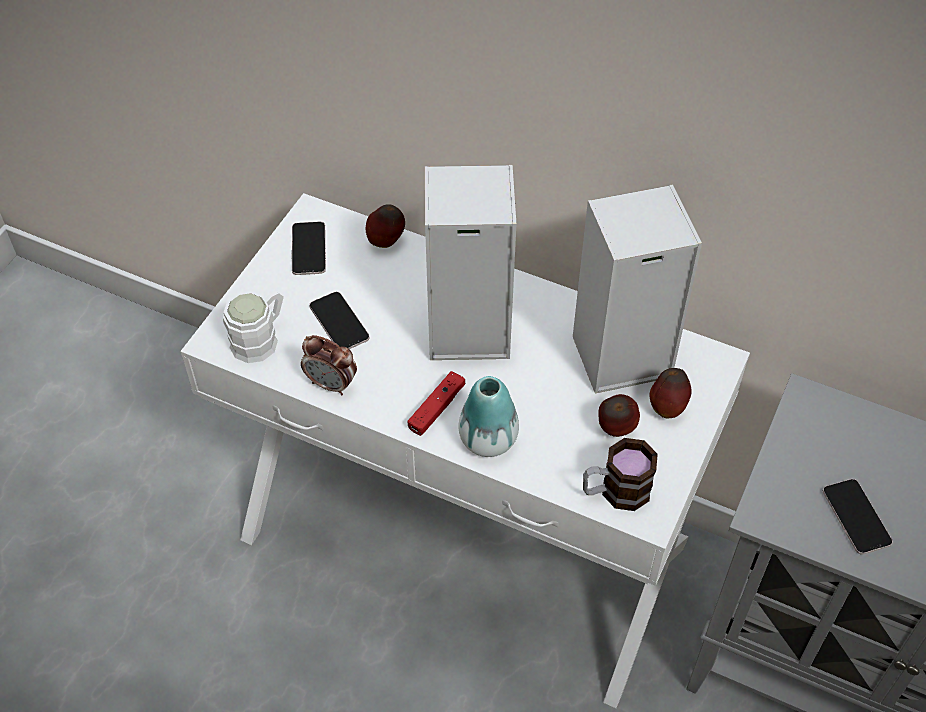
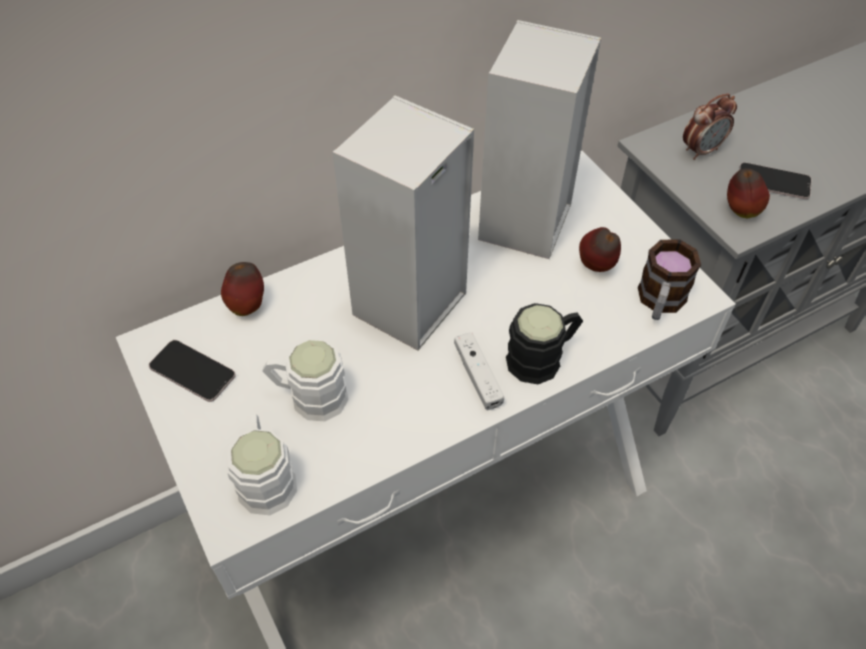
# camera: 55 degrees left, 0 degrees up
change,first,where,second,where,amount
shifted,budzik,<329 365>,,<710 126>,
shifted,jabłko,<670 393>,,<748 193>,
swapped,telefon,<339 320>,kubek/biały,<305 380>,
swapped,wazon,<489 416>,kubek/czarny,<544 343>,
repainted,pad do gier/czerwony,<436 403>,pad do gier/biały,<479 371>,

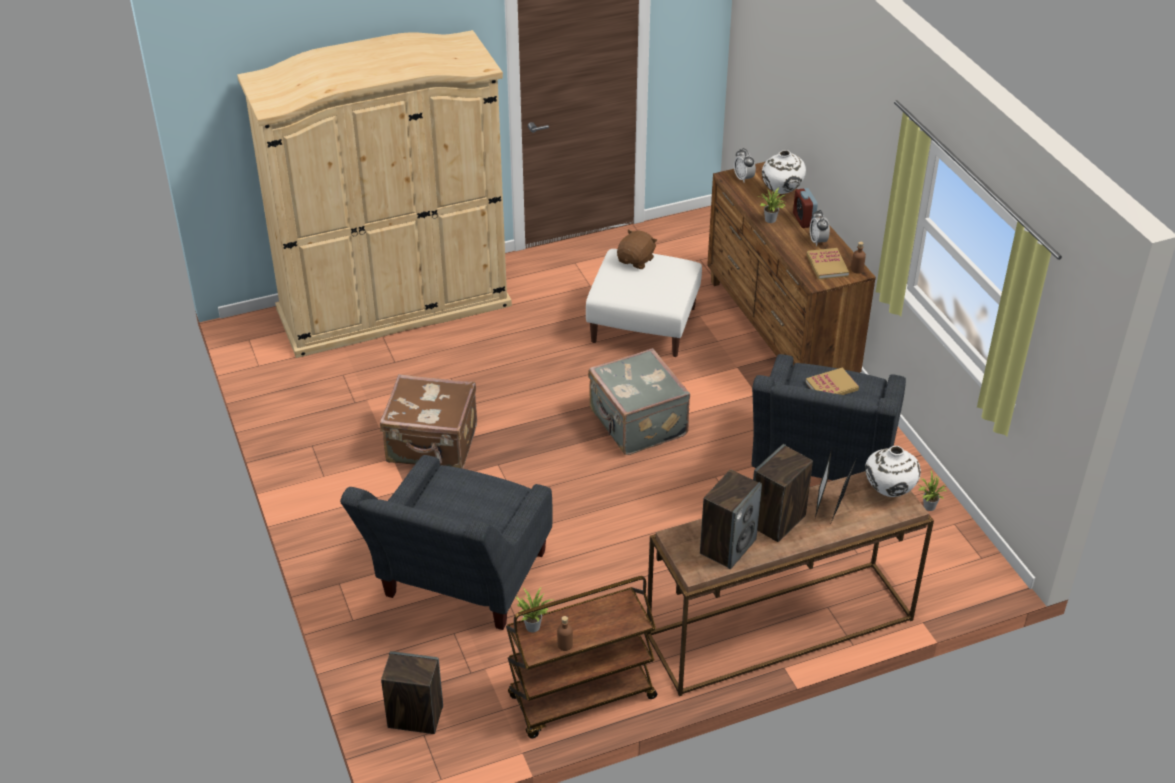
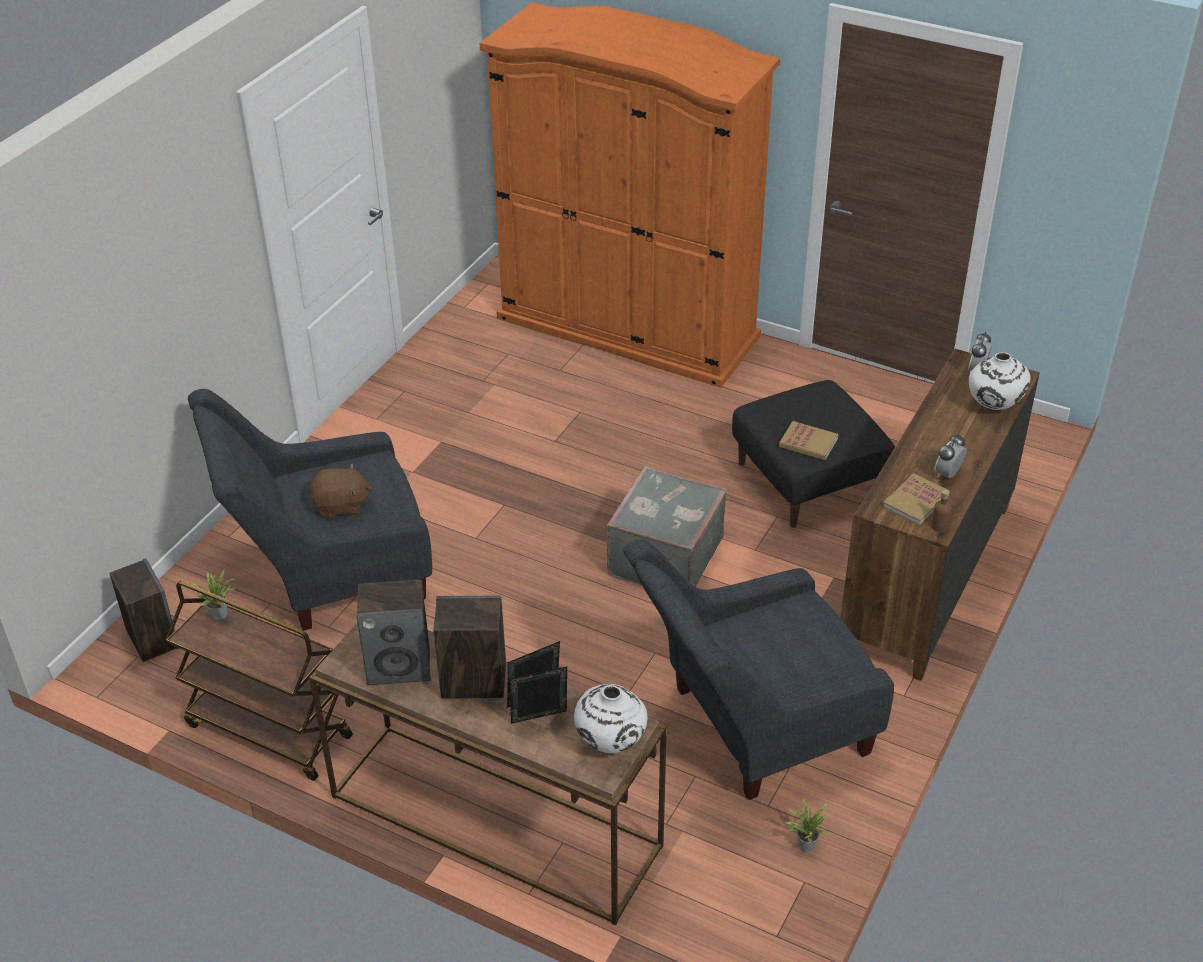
# camera: 50 degrees right, 0 degrees up
change,first,where,second,where,amount
gone,walizka/brązowy,<428 421>,,,
gone,butelka/brązowy,<565 633>,,,
gone,roślina doniczkowa,<772 205>,,,
gone,budzik,<805 208>,,,
shifted,pluszak/brązowy,<637 249>,,<341 491>,
shifted,książka,<832 381>,,<808 440>,
repainted,szafa/beżowy,<374 194>,szafa/pomarańczowy,<630 195>,
repainted,pufa/biały,<644 303>,pufa/czarny,<813 454>,

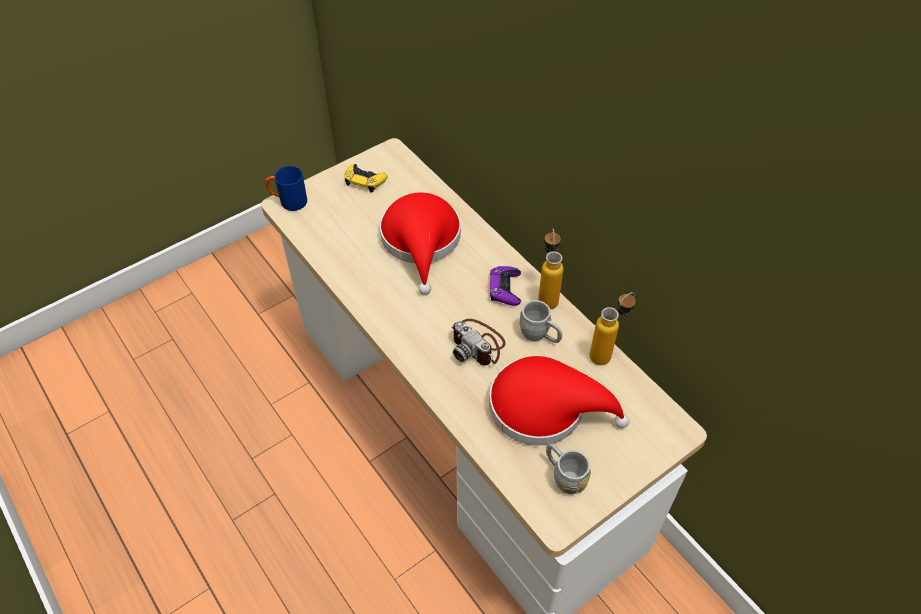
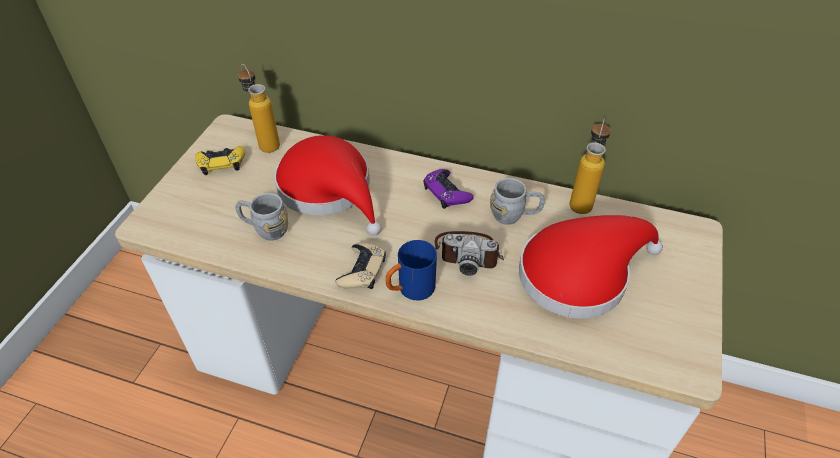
# camera: 35 degrees left, 5 degrees down
change,first,where,second,where,amount
new,,,pad do gier/beżowy,<360 265>,
shifted,kubek/niebieski,<286 188>,,<411 270>,
shifted,butelka,<551 269>,,<259 108>,
shifted,kubek/szary,<568 469>,,<261 217>,

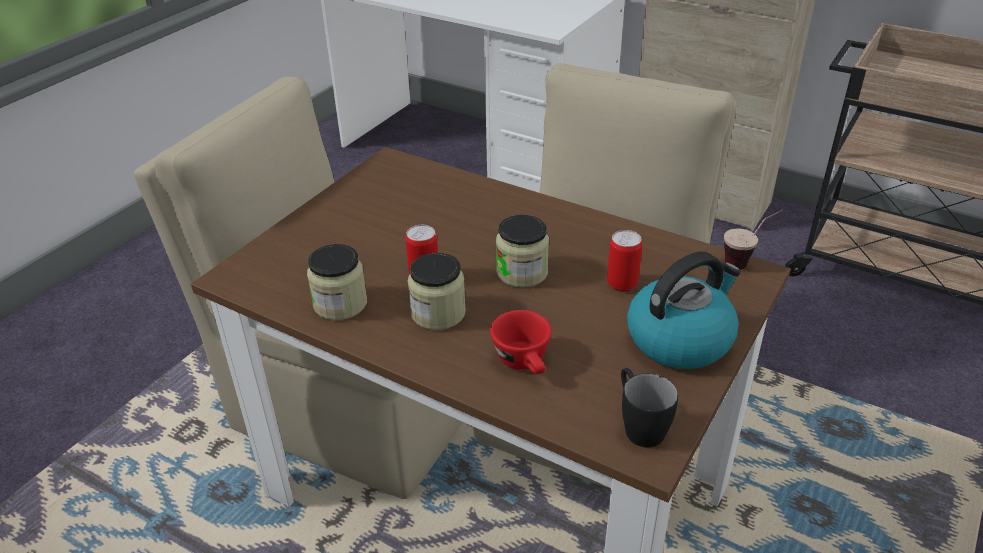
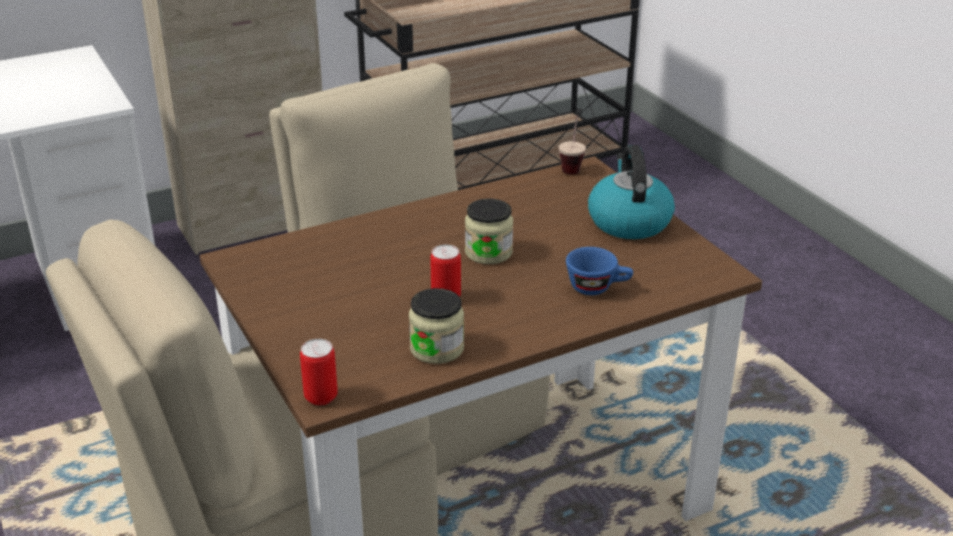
# camera: 60 degrees left, 5 degrees down
change,first,where,second,where,amount
gone,słoik,<437 291>,,,
gone,kubek/czarny,<649 407>,,,
shifted,puszka,<624 261>,,<319 372>,
repainted,filiżanka/czerwony,<521 342>,filiżanka/niebieski,<599 271>,

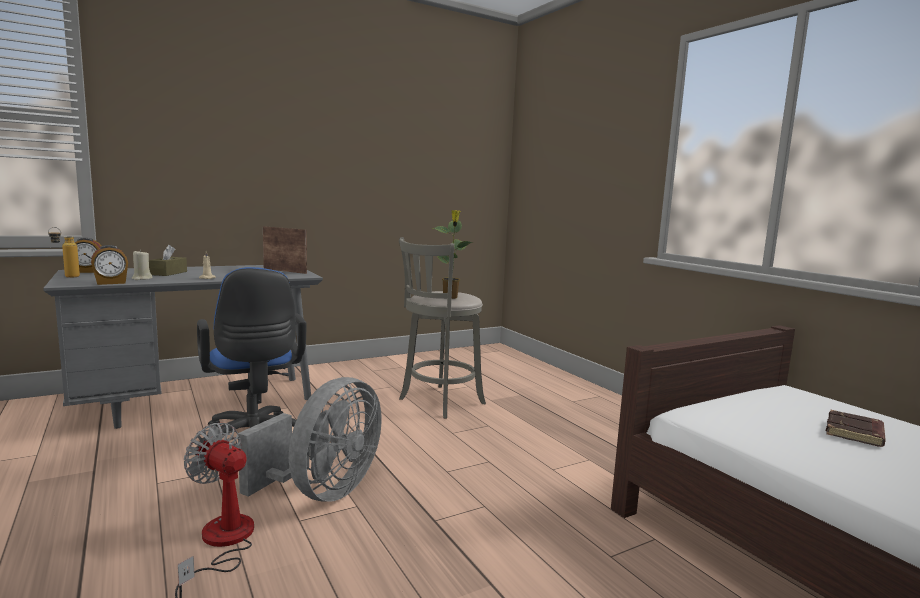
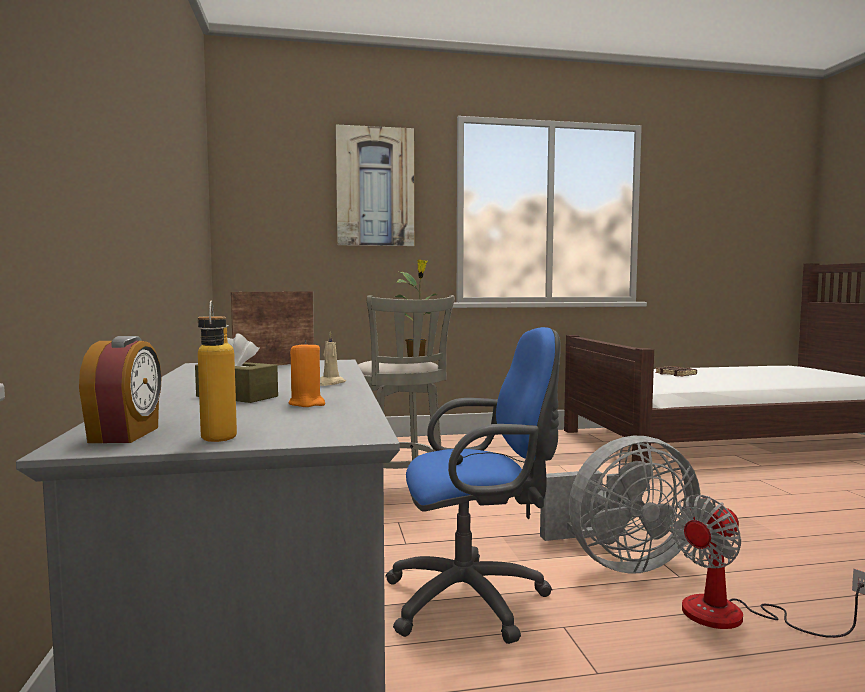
# camera: 70 degrees left, 5 degrees down
change,first,where,second,where,amount
gone,budzik,<109 265>,,,
new,,,obraz,<375 185>,
repainted,świeca/beżowy,<142 265>,świeca/pomarańczowy,<307 373>,
rotated,wentylator/szary,<310 439>,,<620 505>,120 degrees clockwise

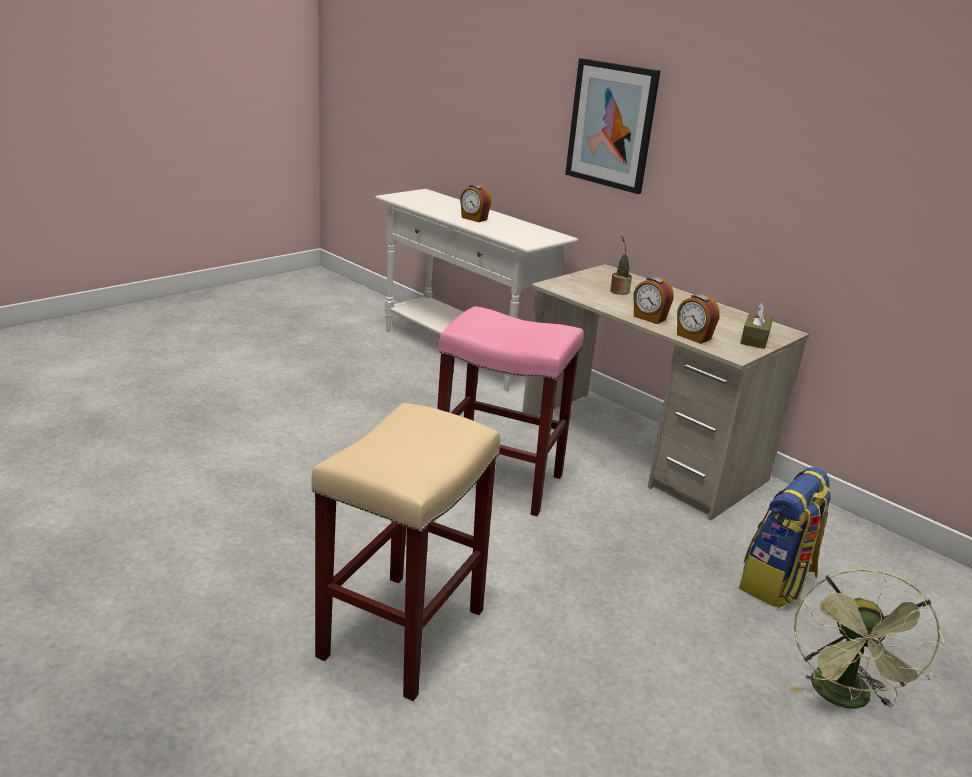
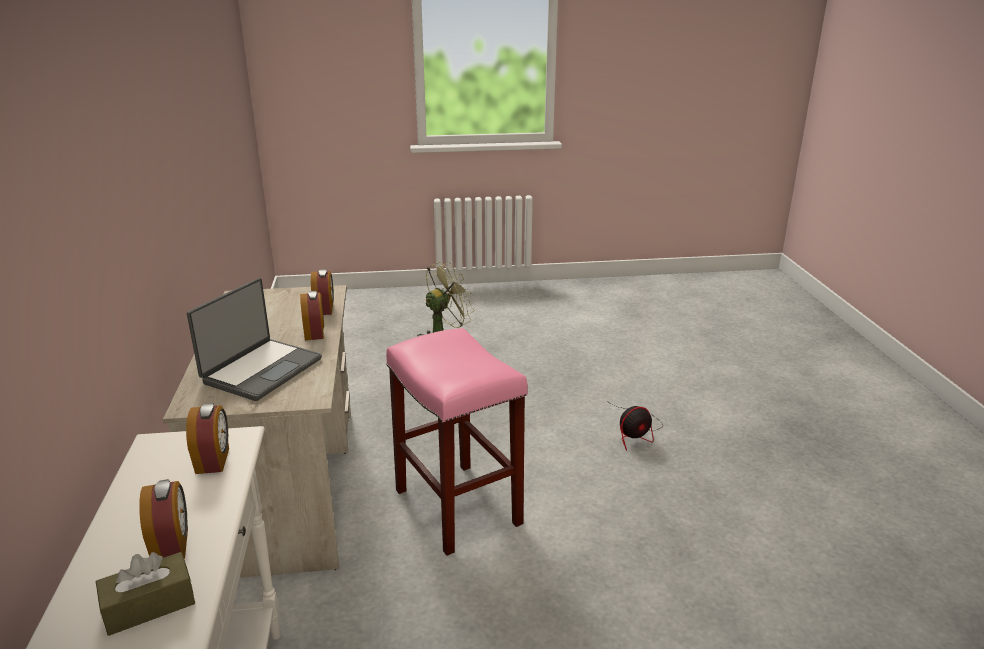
# camera: 140 degrees left, 0 degrees up
change,first,where,second,where,amount
gone,obraz,<613 126>,,,
gone,plecak,<785 537>,,,
new,,,budzik,<207 438>,
shifted,pudełko chusteczek/brązowy,<756 326>,,<145 594>,
swapped,stołek/beżowy,<405 552>,wentylator,<634 425>,
swapped,roślina doniczkowa,<621 265>,laptop,<254 339>,

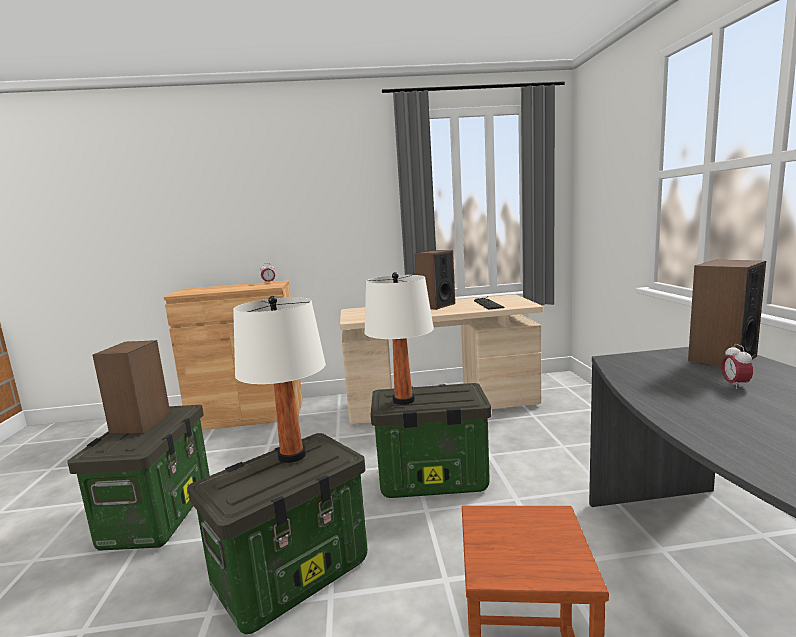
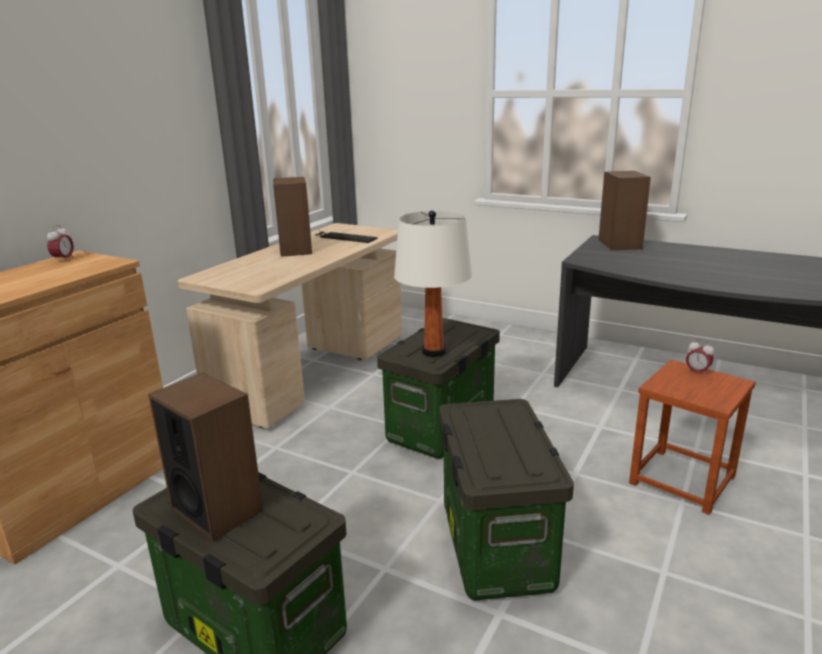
# camera: 55 degrees left, 10 degrees up
change,first,where,second,where,amount
gone,lampa stołowa/biały,<279 379>,,,
shifted,budzik,<737 366>,,<700 358>,

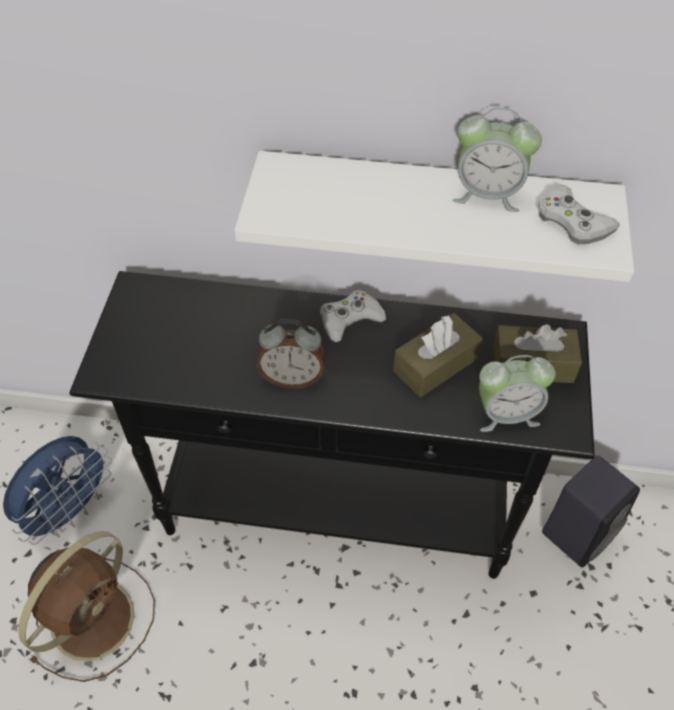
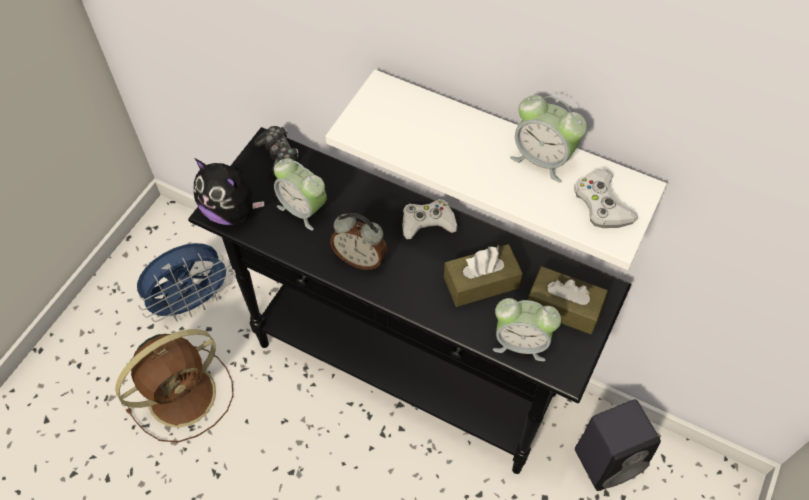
# camera: 20 degrees right, 5 degrees up
change,first,where,second,where,amount
new,,,pluszak,<229 191>,
new,,,pad do gier,<276 152>,
new,,,budzik,<300 194>,

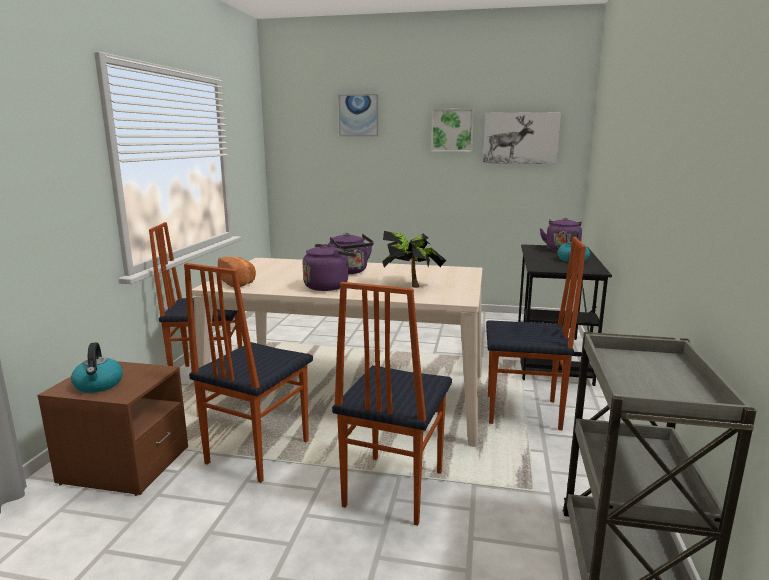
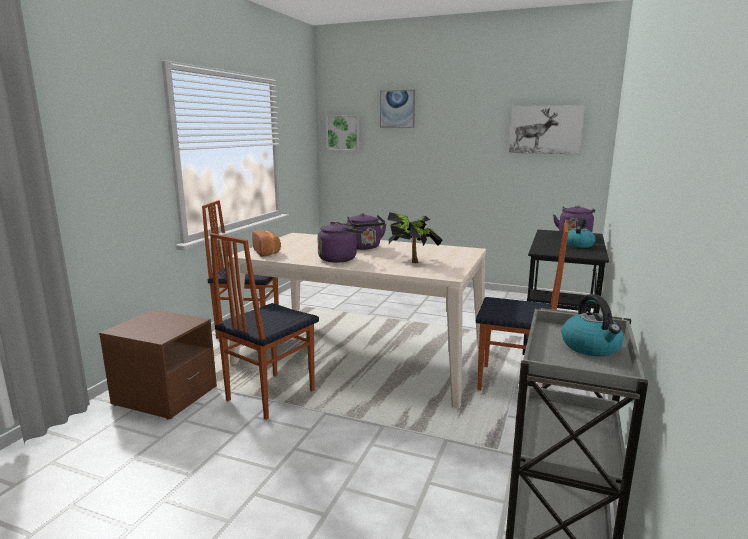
# camera: 10 degrees right, 0 degrees up
change,first,where,second,where,amount
gone,krzesło,<392 404>,,,
shifted,czajnik,<97 367>,,<593 325>,
shifted,obraz,<452 130>,,<342 133>,

